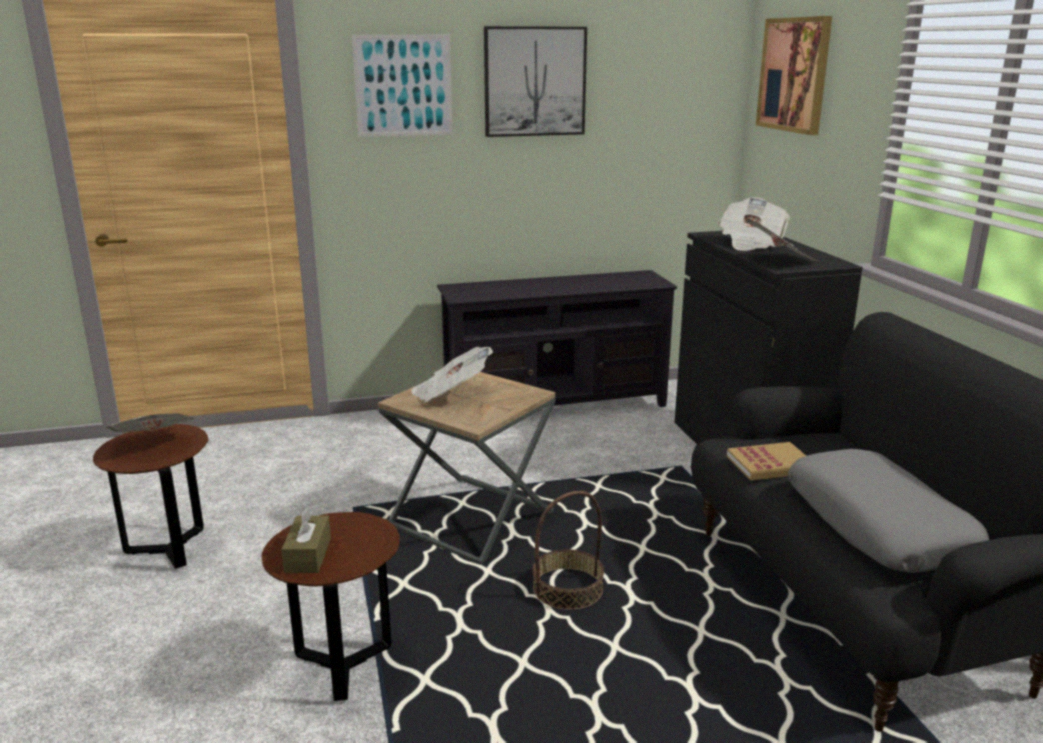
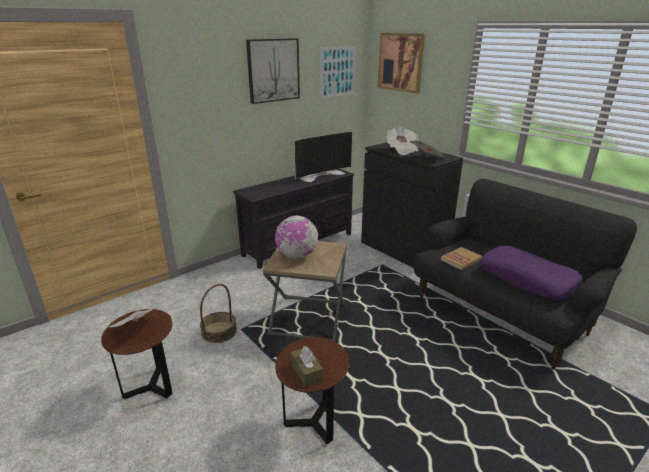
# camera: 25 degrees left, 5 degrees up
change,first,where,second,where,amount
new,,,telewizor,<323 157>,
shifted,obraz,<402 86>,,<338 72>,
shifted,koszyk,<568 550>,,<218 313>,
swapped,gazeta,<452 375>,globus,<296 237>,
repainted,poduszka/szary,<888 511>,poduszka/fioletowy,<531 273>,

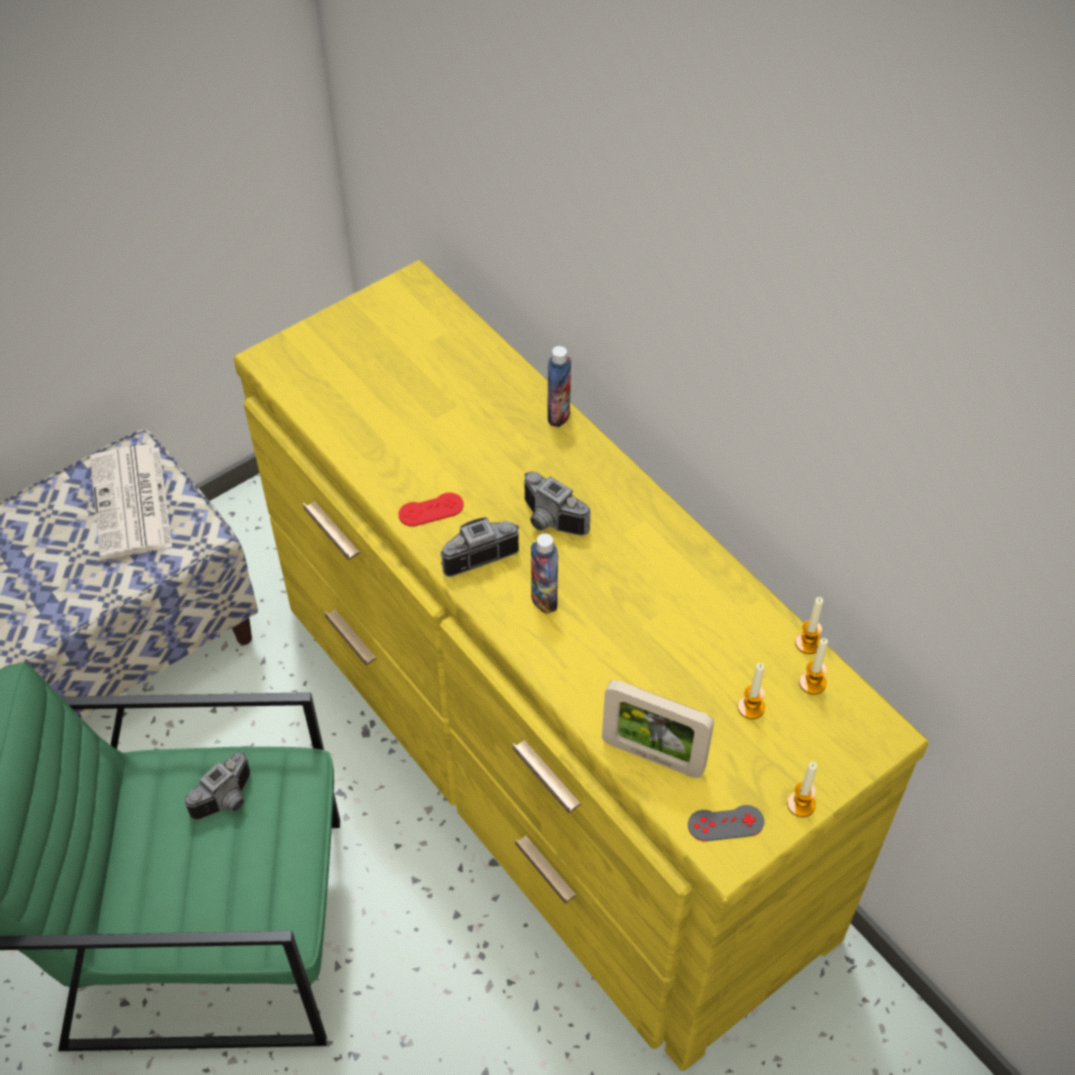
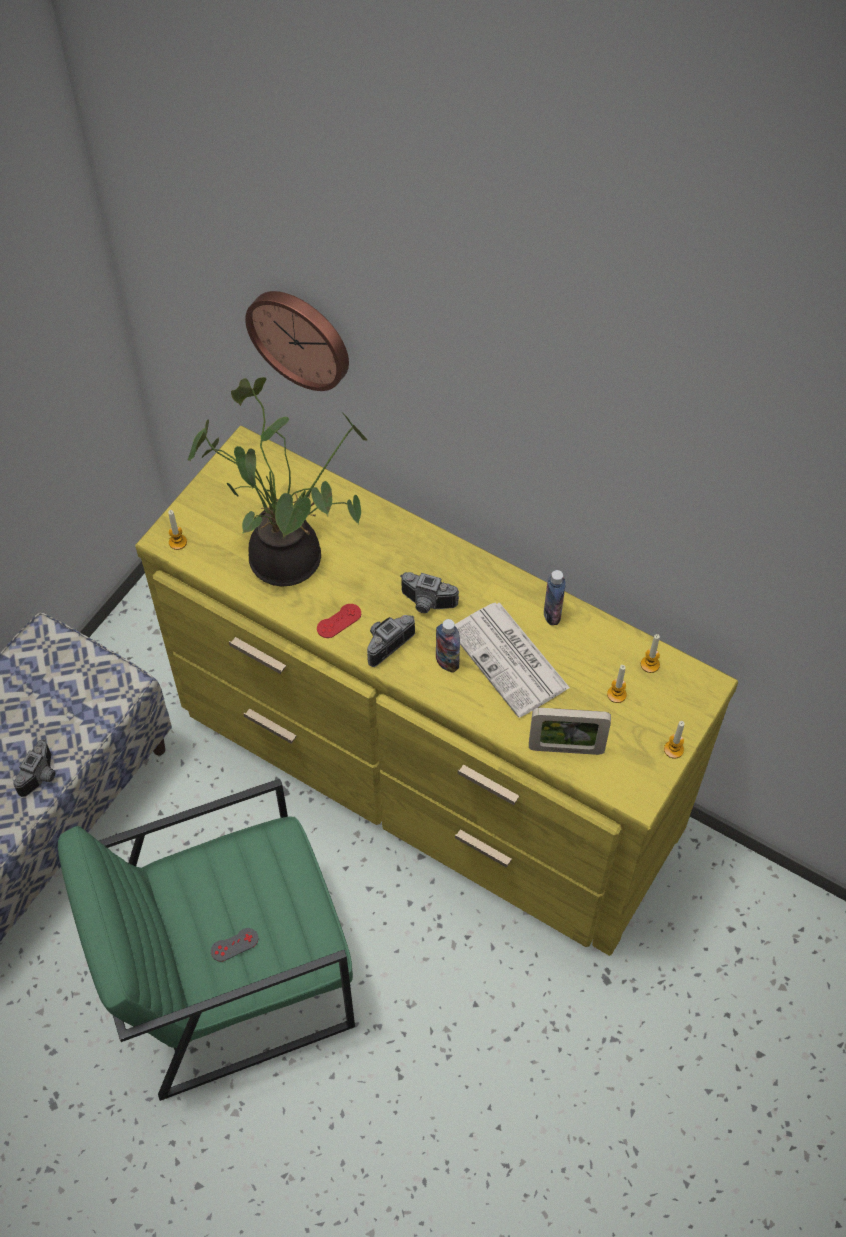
# camera: 20 degrees left, 5 degrees up
change,first,where,second,where,amount
new,,,roślina doniczkowa,<278 481>,
new,,,zegar ścienny,<297 341>,
shifted,gazeta,<131 501>,,<512 660>,
shifted,aparat fotograficzny,<217 786>,,<34 768>,
shifted,butelka,<559 386>,,<555 597>,
shifted,pad do gier/szary,<726 823>,,<234 945>,
shifted,świeca,<809 625>,,<177 530>,

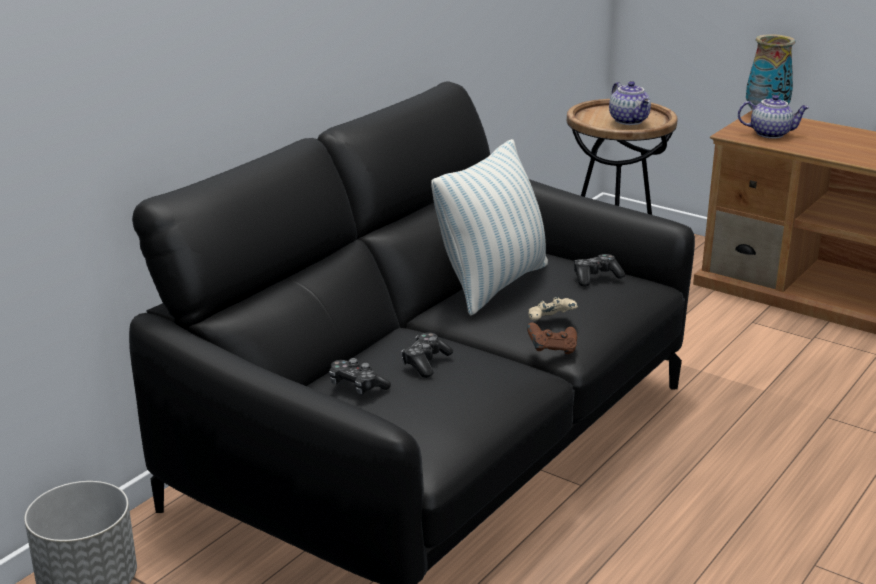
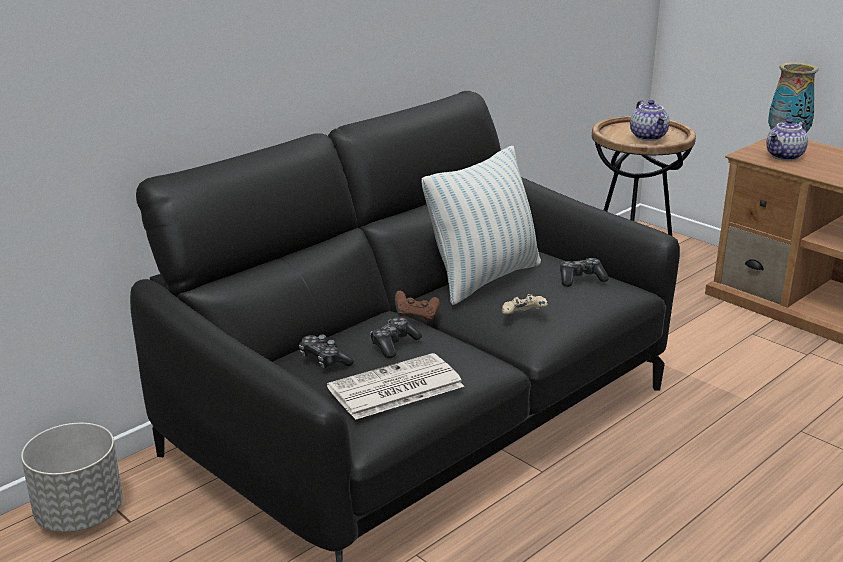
# camera: 10 degrees right, 0 degrees up
change,first,where,second,where,amount
new,,,gazeta,<395 386>,
shifted,pad do gier/brązowy,<552 338>,,<417 306>,
rotated,imbryk,<774 117>,,<787 140>,120 degrees clockwise

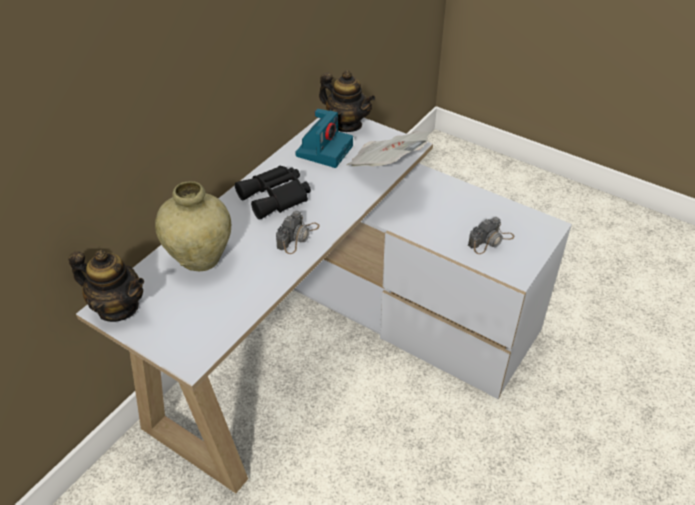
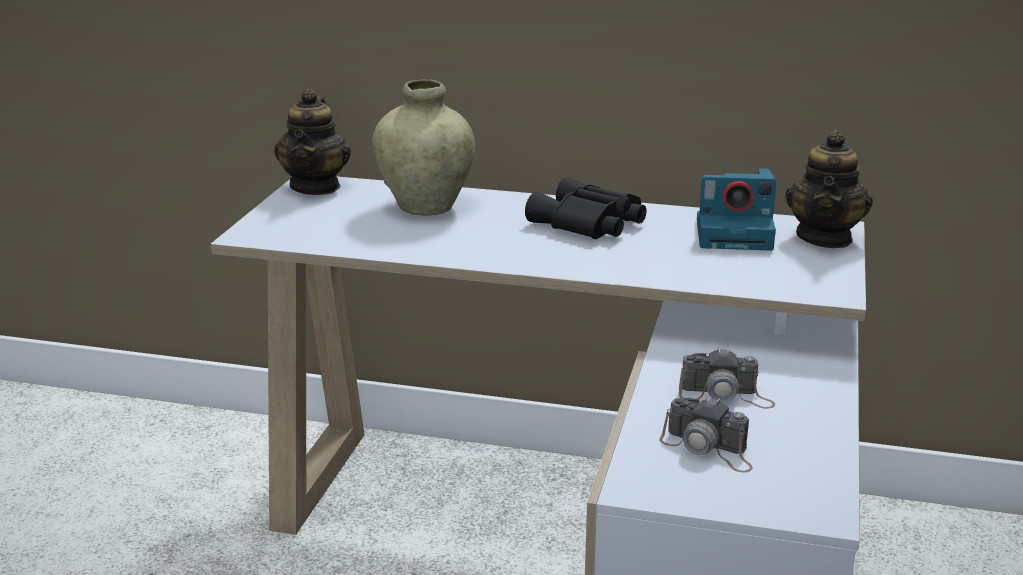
# camera: 70 degrees right, 20 degrees down
change,first,where,second,where,amount
gone,gazeta,<389 149>,,,
shifted,aparat fotograficzny,<298 232>,,<727 378>,

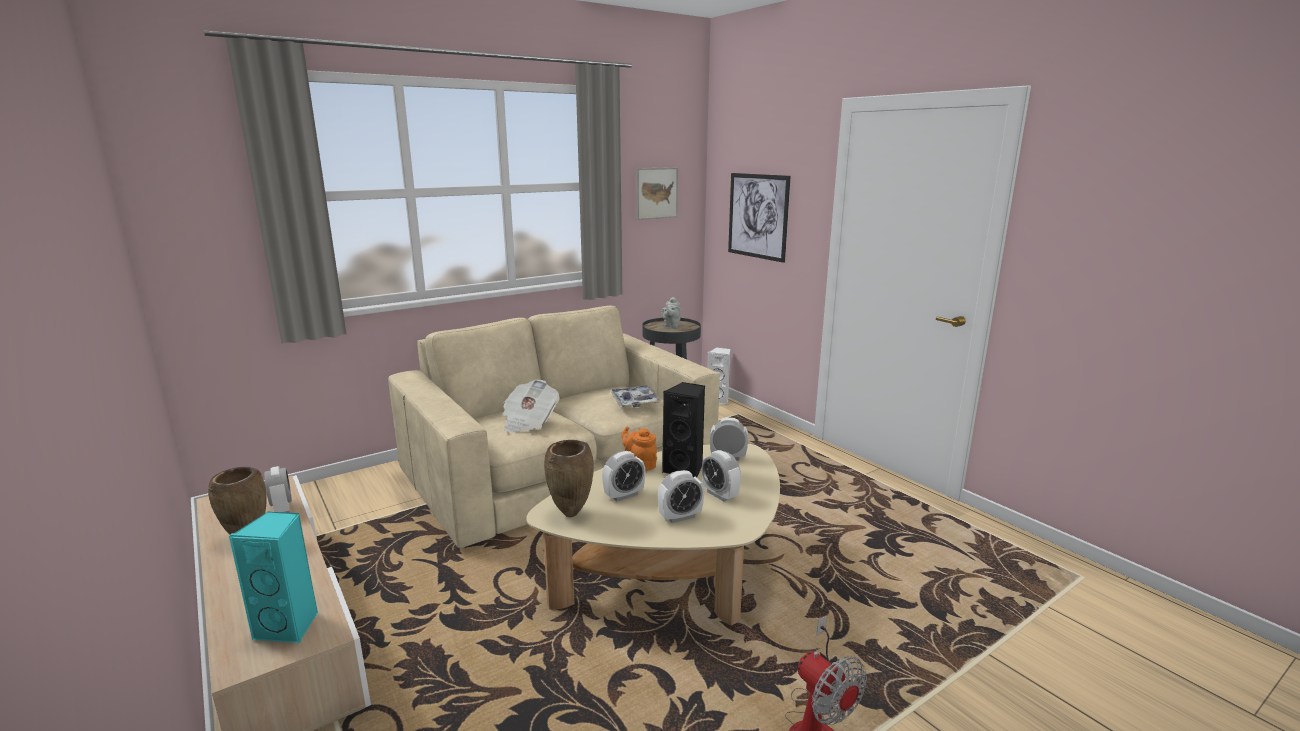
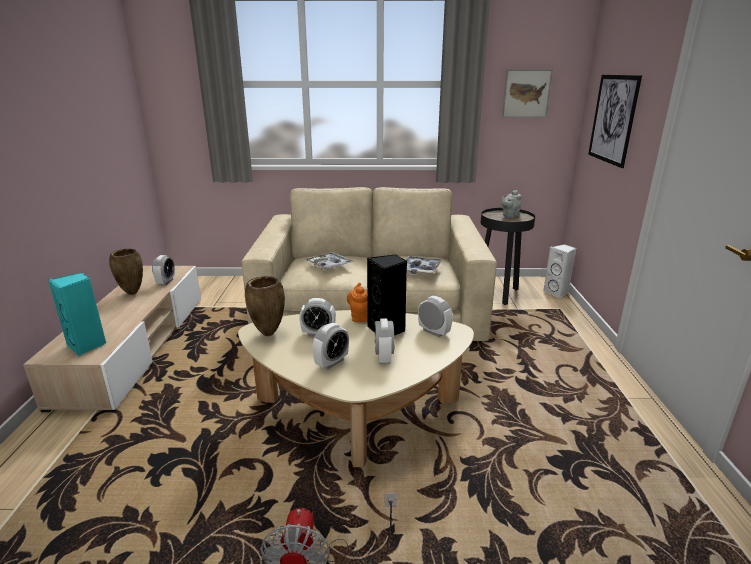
# camera: 35 degrees right, 5 degrees up
change,first,where,second,where,amount
swapped,gazeta,<530 406>,taca,<329 261>,
rotated,budzik,<681 496>,,<330 346>,60 degrees counterclockwise

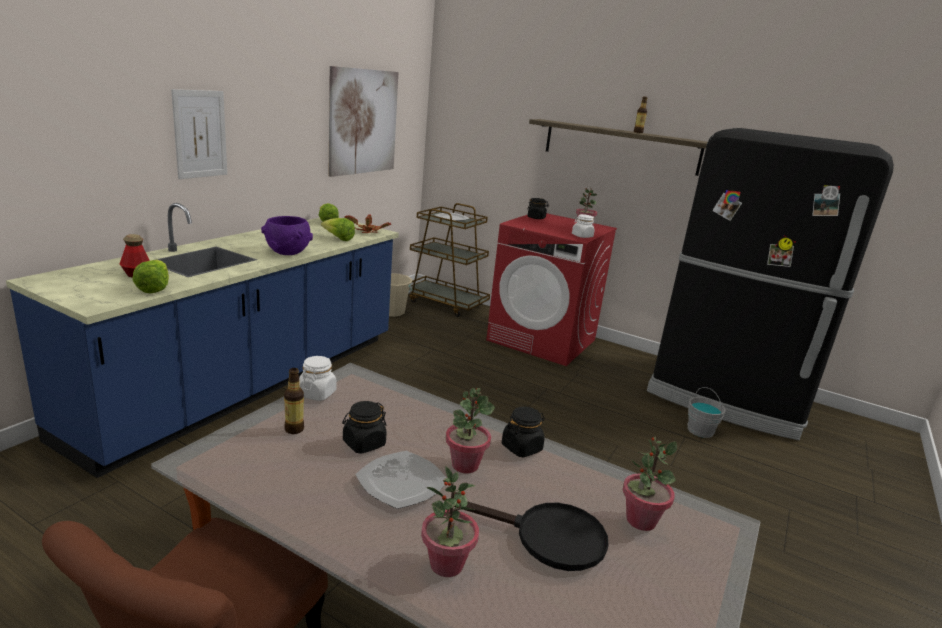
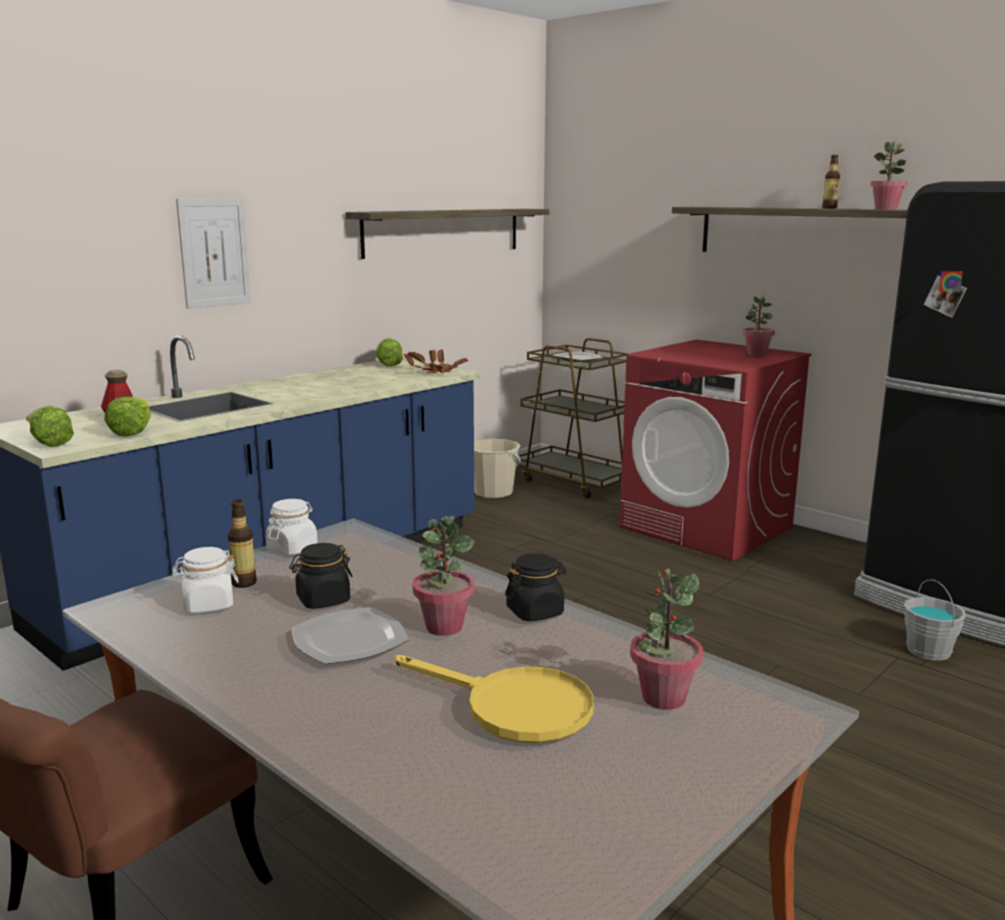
# camera: 15 degrees right, 5 degrees down
change,first,where,second,where,amount
gone,miska/fioletowy,<287 235>,,,
gone,słoik/czarny,<538 208>,,,
shifted,sałata,<338 229>,,<50 426>,
shifted,roślina doniczkowa,<450 521>,,<889 176>,
shifted,słoik/biały,<583 226>,,<205 580>,
swapped,obraz,<363 121>,półka,<447 234>,
repainted,patelnia/czarny,<531 536>,patelnia/żółty,<494 699>,

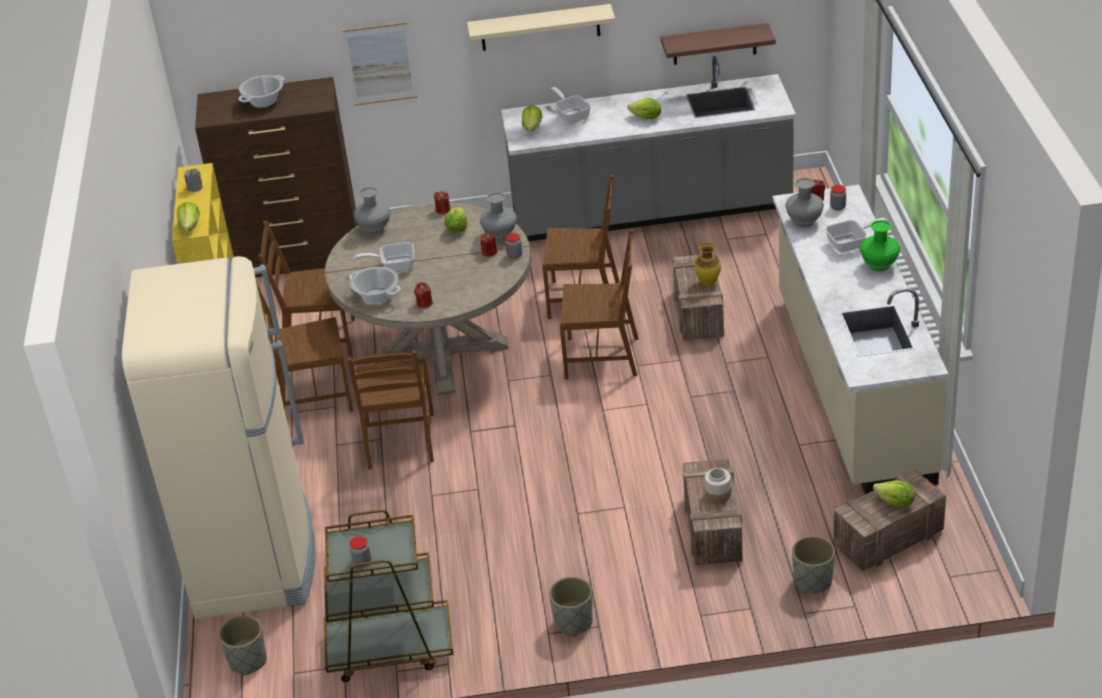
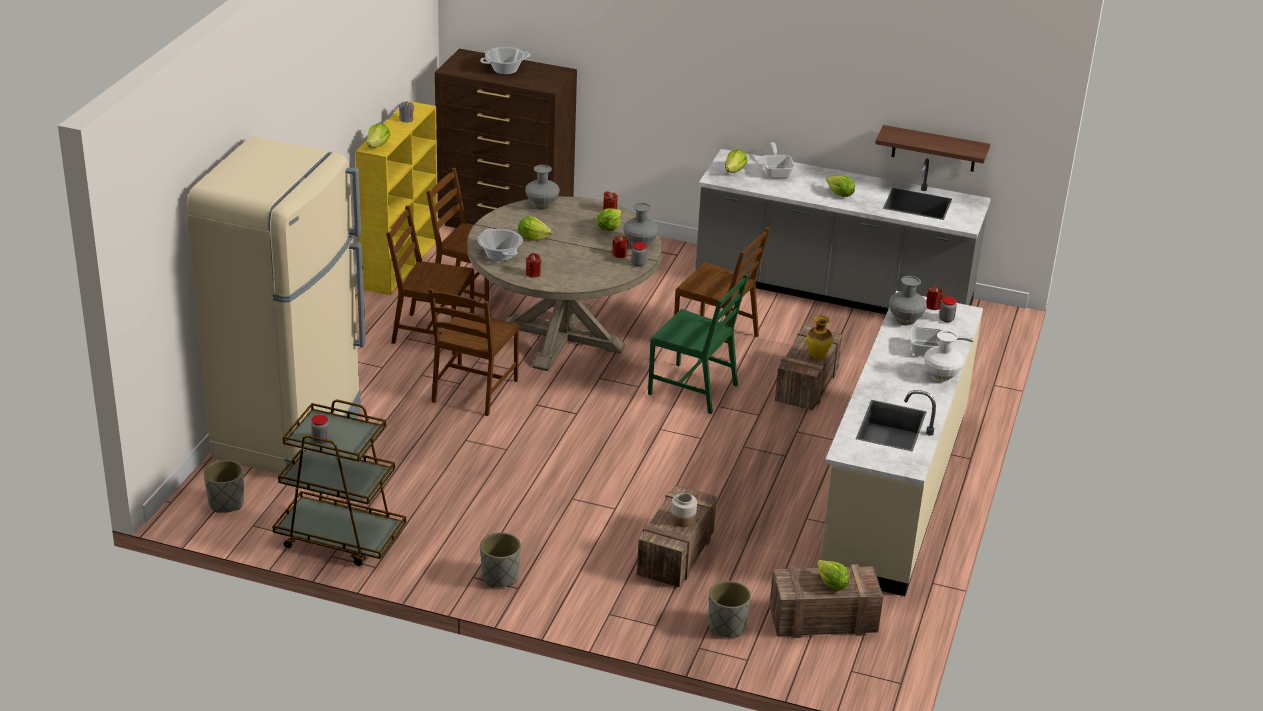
# camera: 20 degrees right, 5 degrees down
change,first,where,second,where,amount
gone,obraz,<380 64>,,,
gone,półka/beżowy,<541 27>,,,
swapped,patelnia,<384 257>,sałata,<535 228>,
repainted,krzesło/brązowy,<599 304>,krzesło/zielony,<698 344>,
repainted,wazon/zielony,<880 246>,wazon/biały,<944 356>,

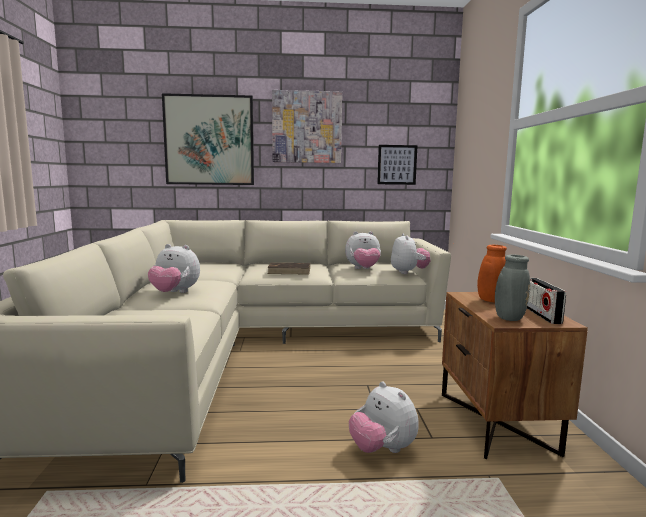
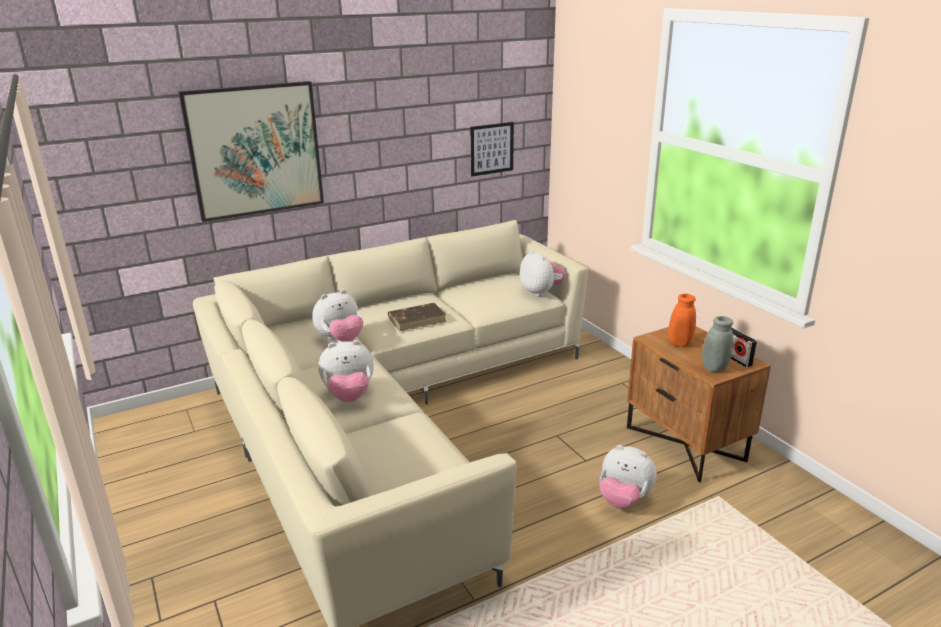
# camera: 25 degrees left, 15 degrees up
change,first,where,second,where,amount
gone,obraz,<307 126>,,,
shifted,pluszak,<363 250>,,<337 315>,

